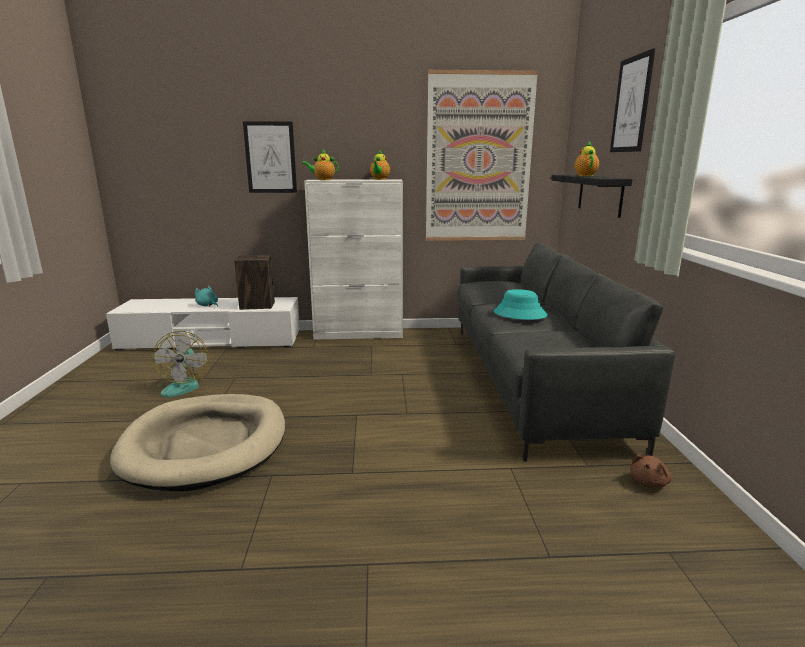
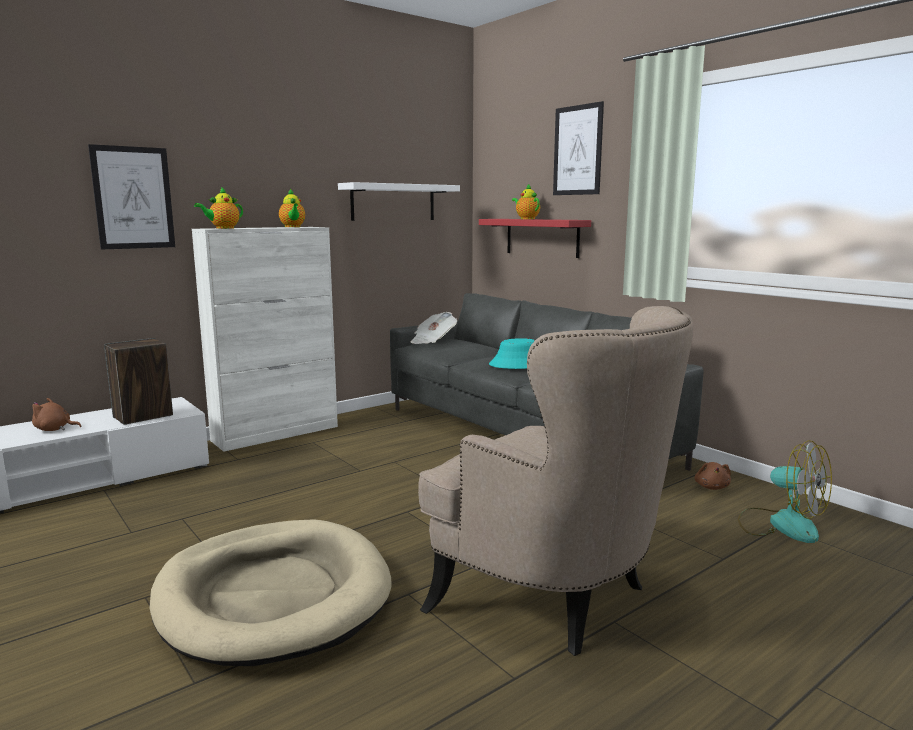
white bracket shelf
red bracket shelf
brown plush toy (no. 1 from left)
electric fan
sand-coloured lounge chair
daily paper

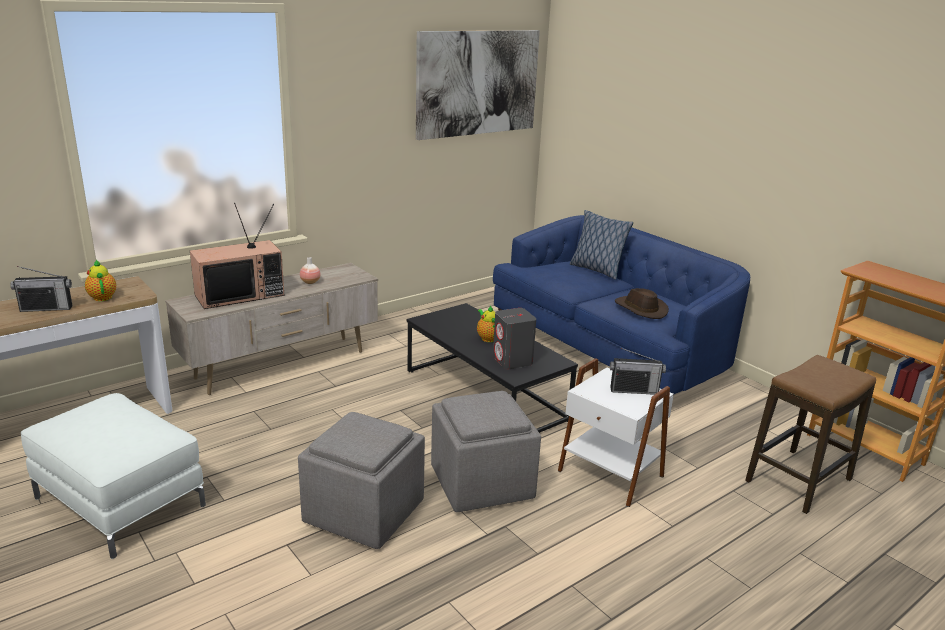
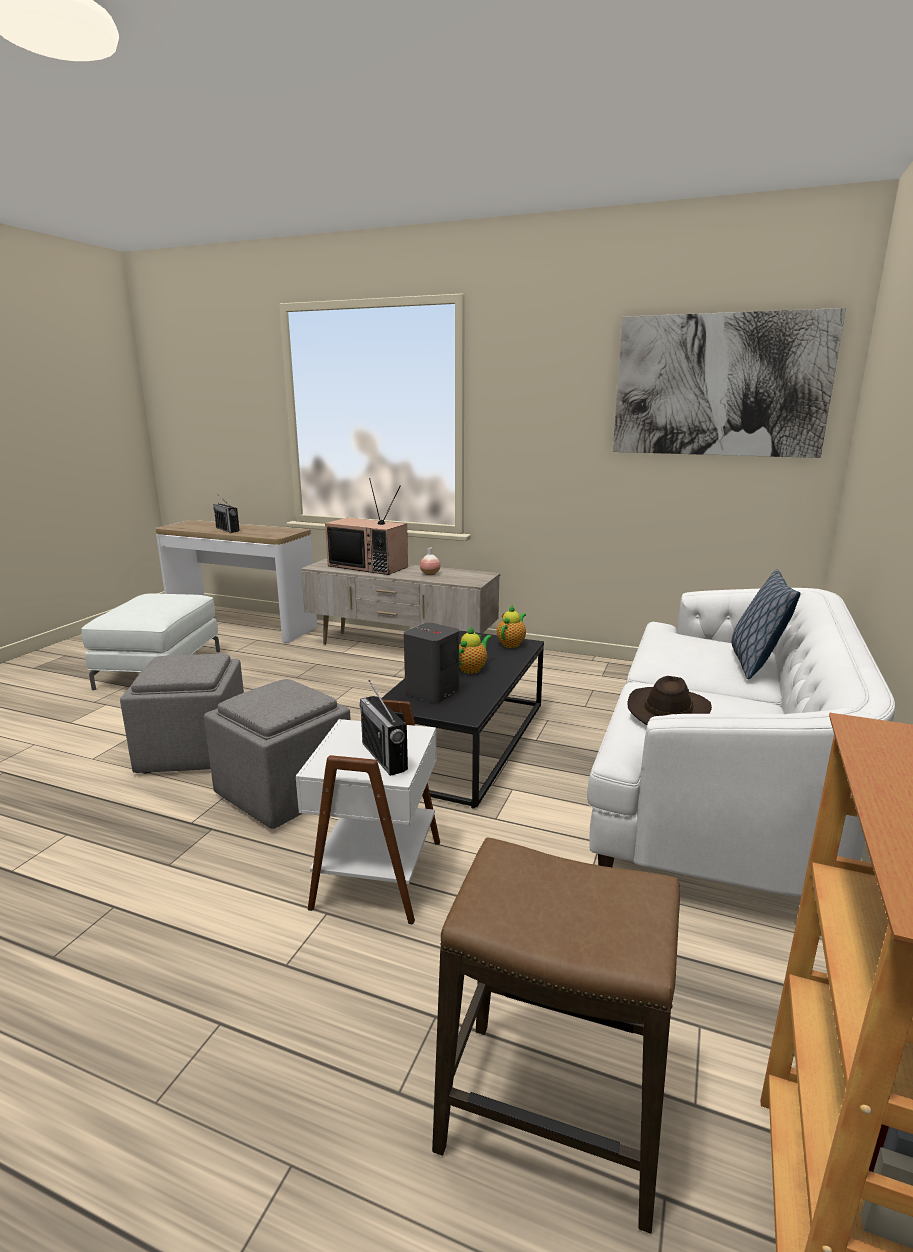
white settee
teapot (no. 2 from left)

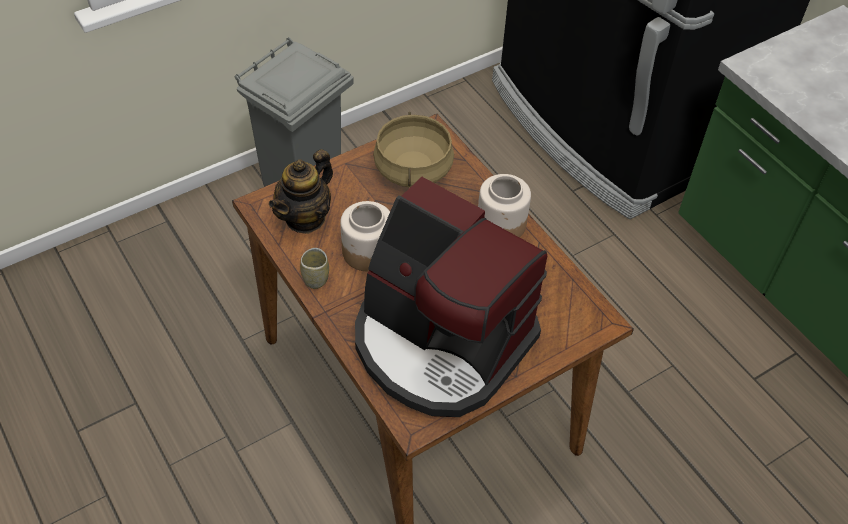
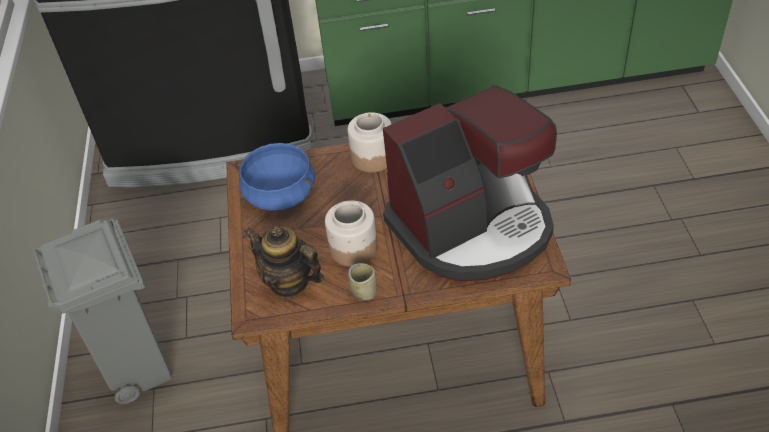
blue-coloured stockpot
teapot

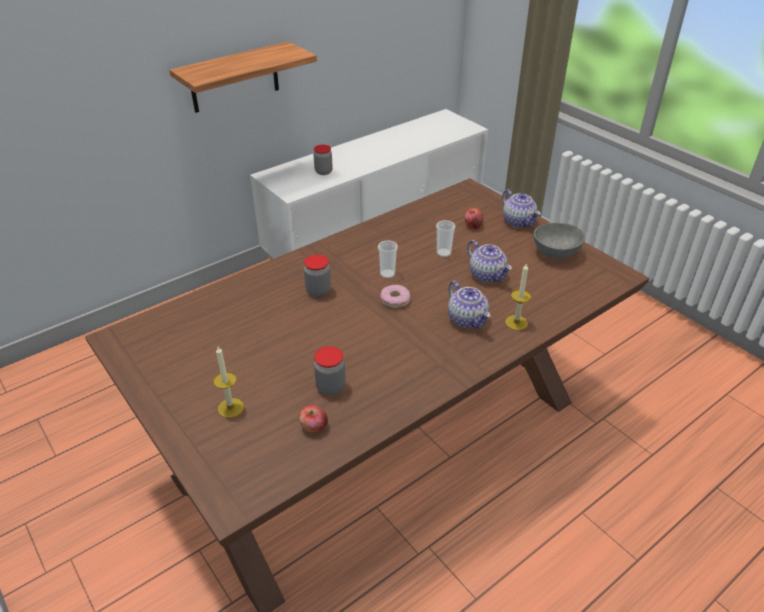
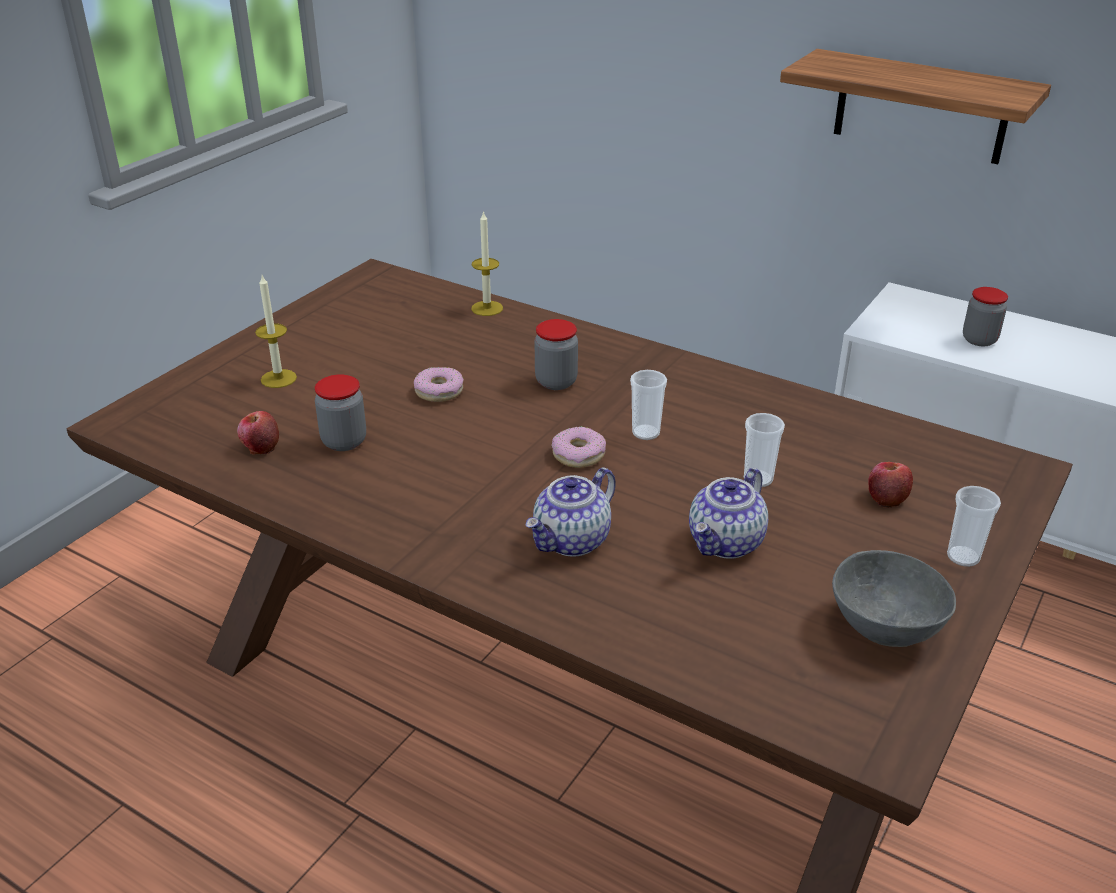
small cup (no. 3 from left)
wax light (no. 2 from left)
ring doughnut (no. 1 from left)

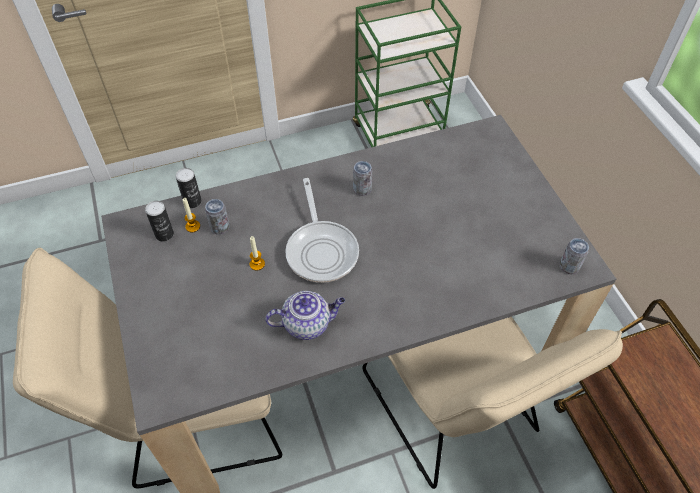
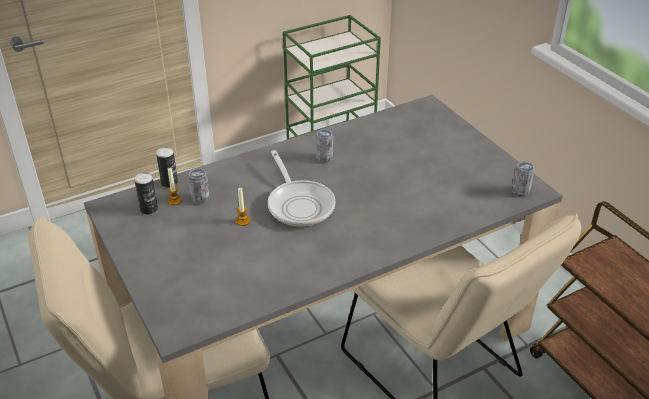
teapot

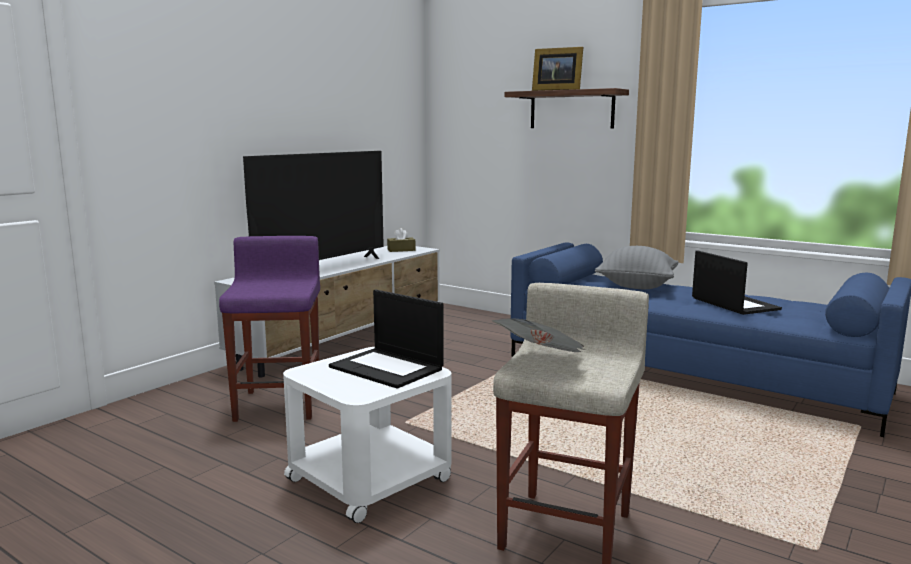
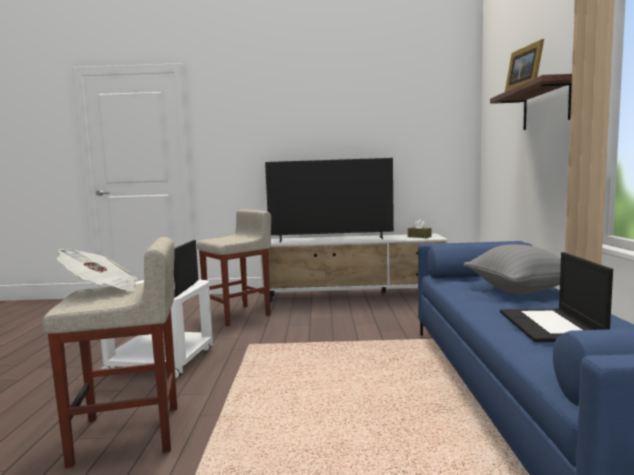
sand-coloured stool seat (no. 2 from left)
notebook computer (no. 2 from left)

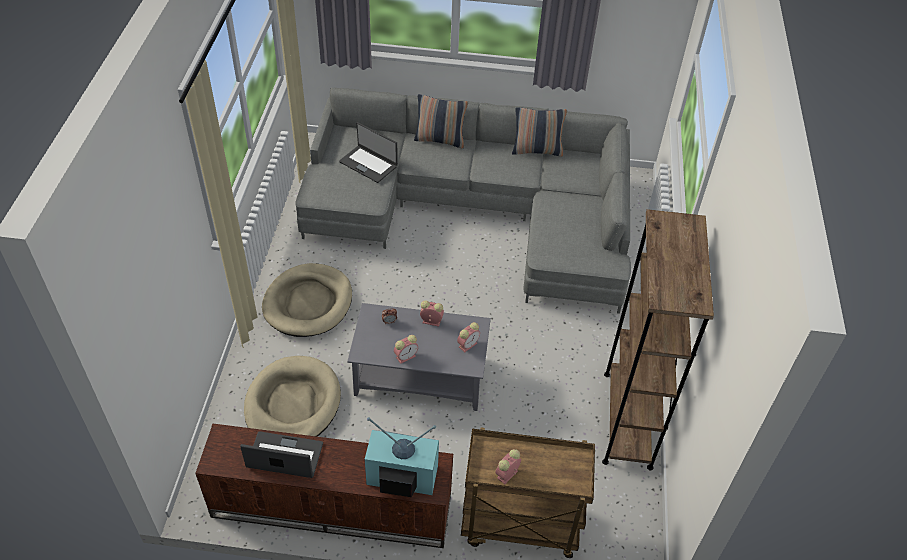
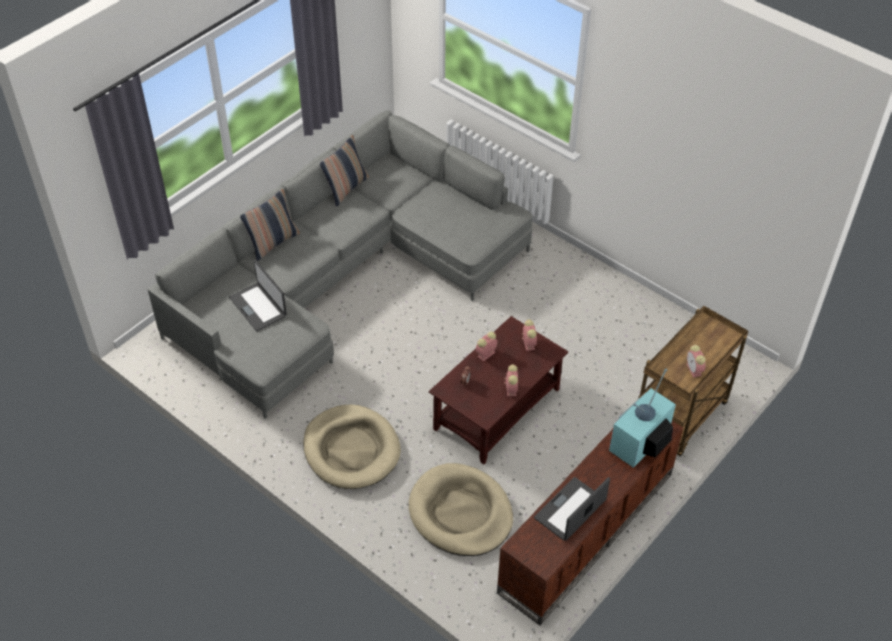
notebook computer (no. 1 from left)
brown bookshelf
brown coffee table

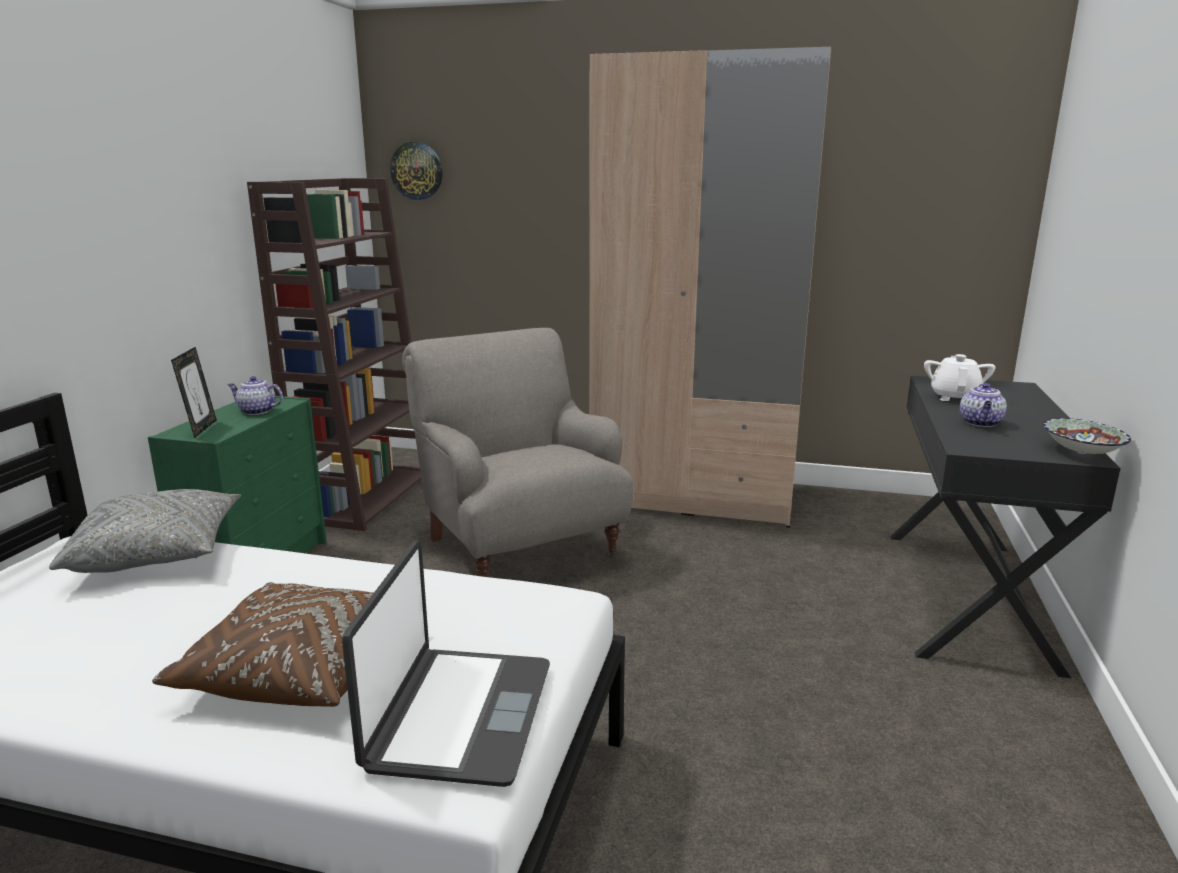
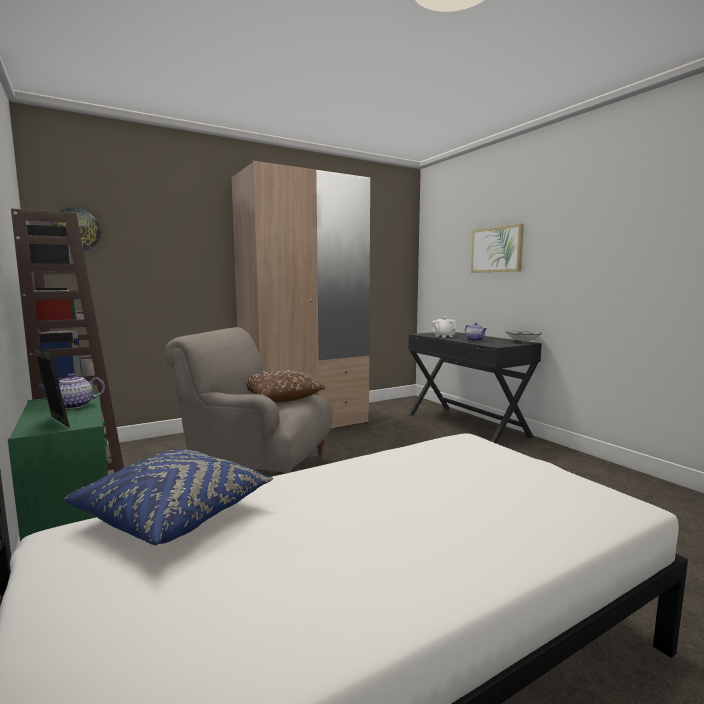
blue-coloured throw pillow
notebook computer
brown throw pillow
wall picture

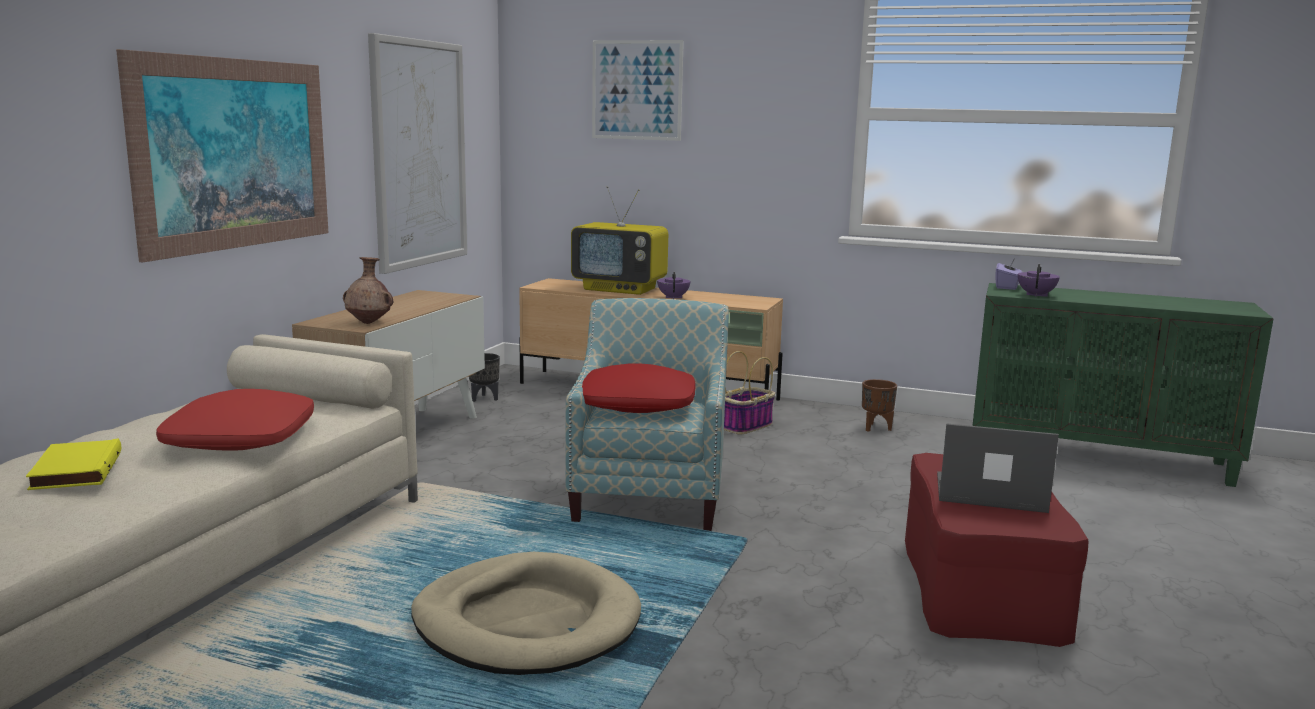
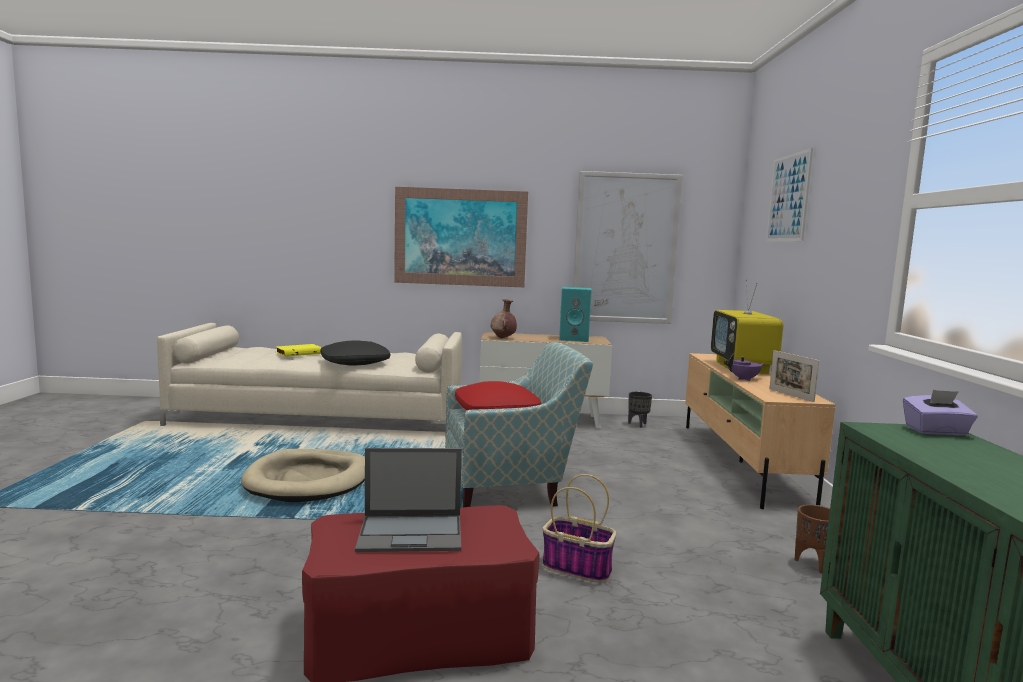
purple teapot (no. 2 from left in the first image)
household basket
black-coloured throw pillow
notebook computer
turquoise-coloured loudspeaker
standing frame

